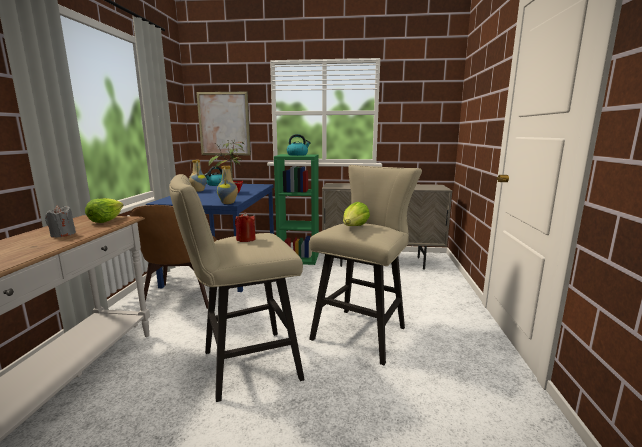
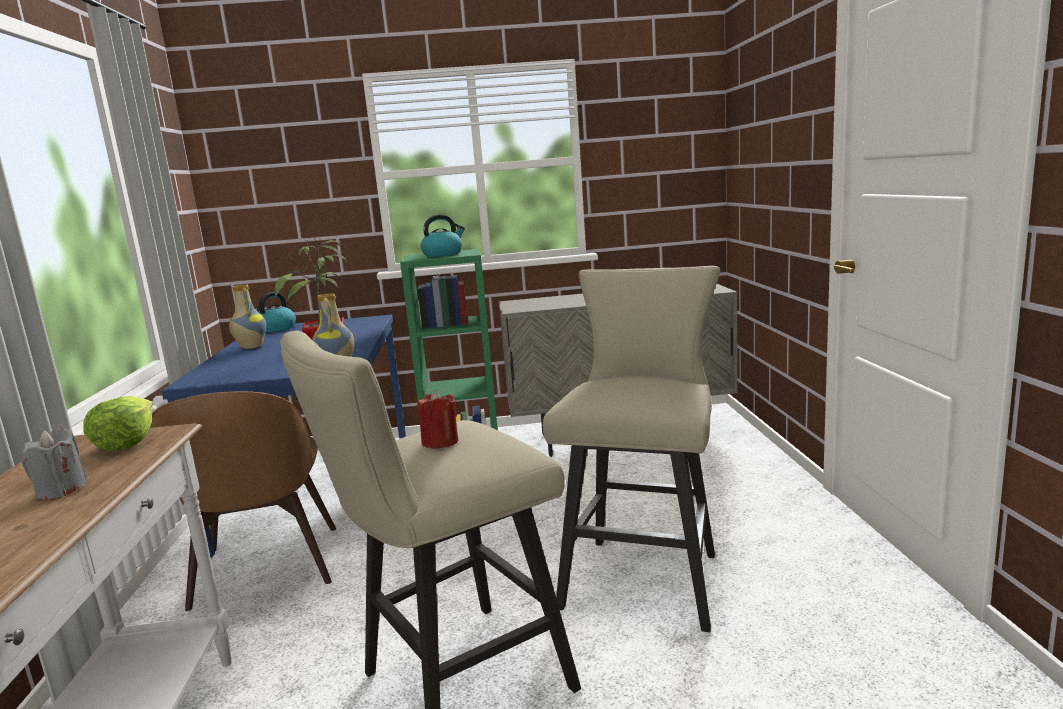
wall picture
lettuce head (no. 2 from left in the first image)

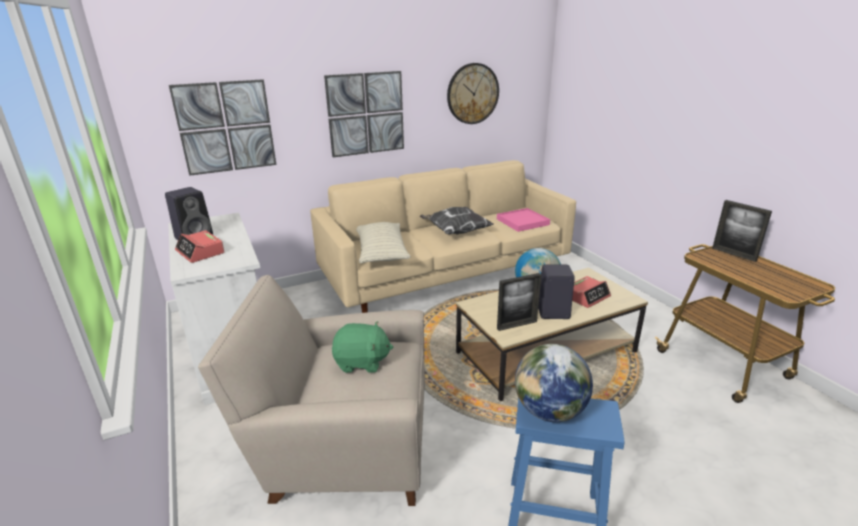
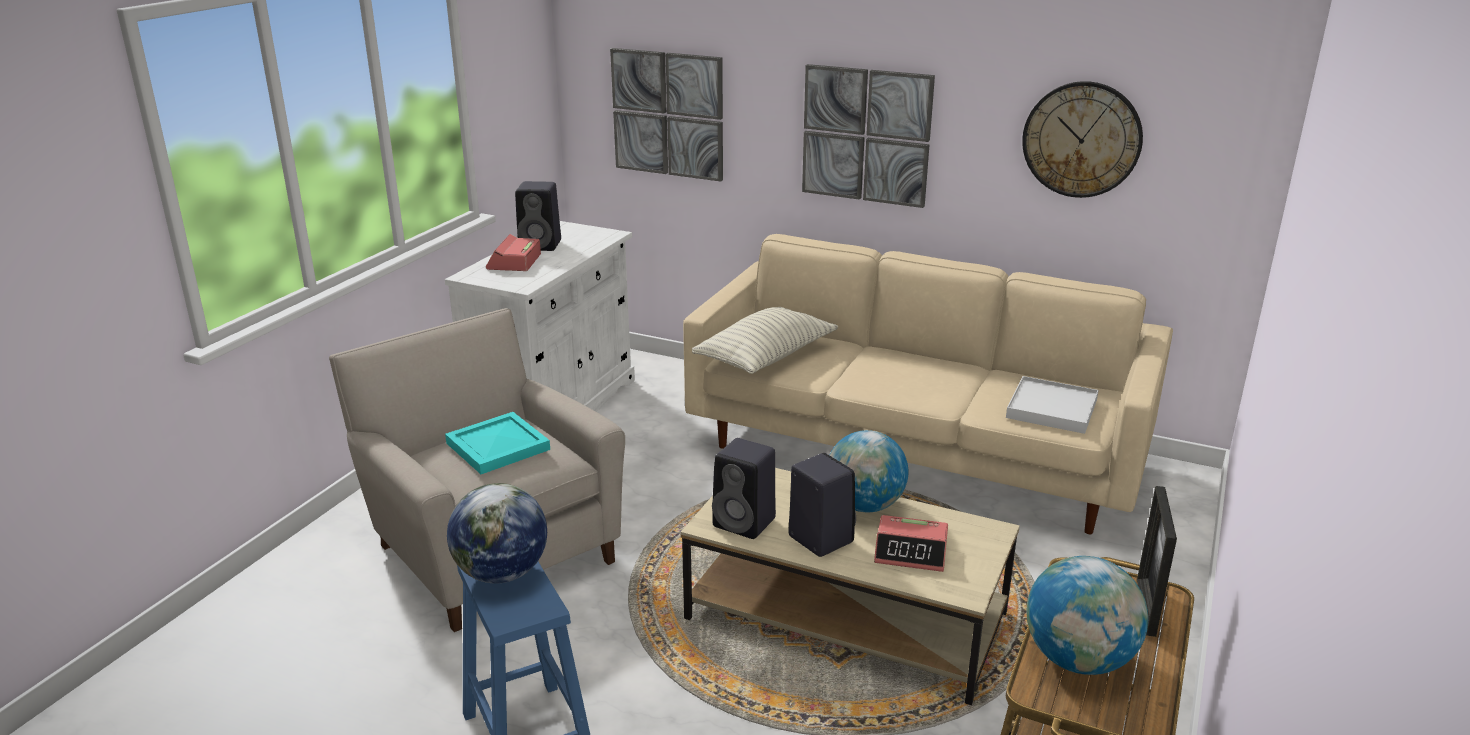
throw pillow (no. 2 from left in the first image)
white carrying tray
black-coloured loudspeaker (no. 2 from left)
turquoise-coloured carrying tray
globe (no. 3 from left)

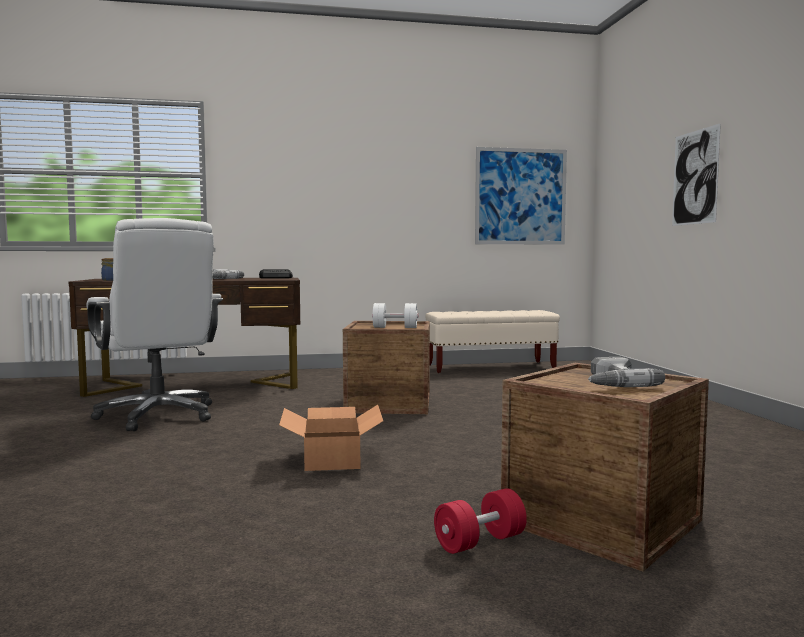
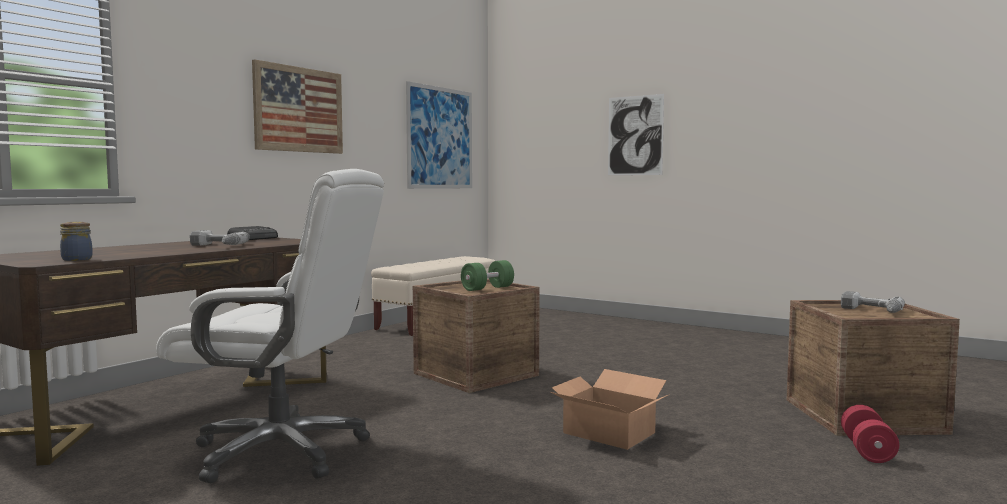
greenish free weight
wall picture (no. 1 from left)

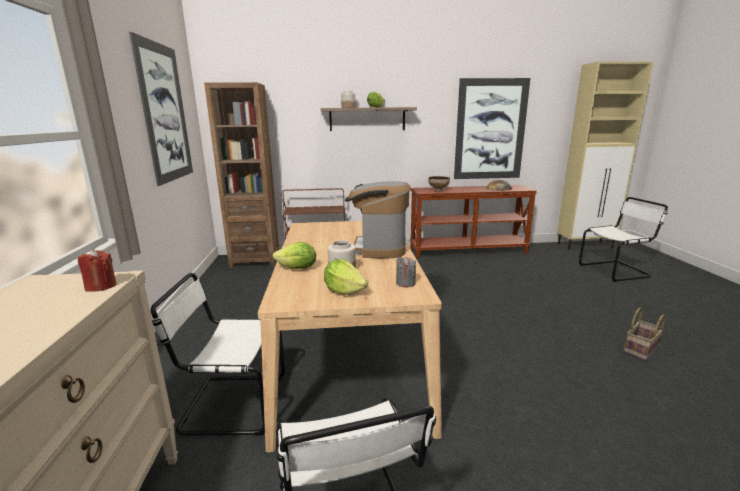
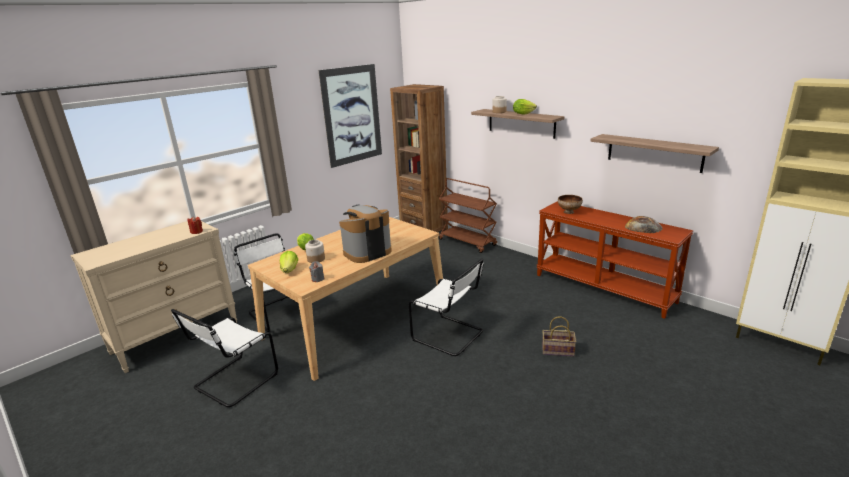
bracket shelf (no. 2 from left)
white upright chair (no. 3 from left)
household basket

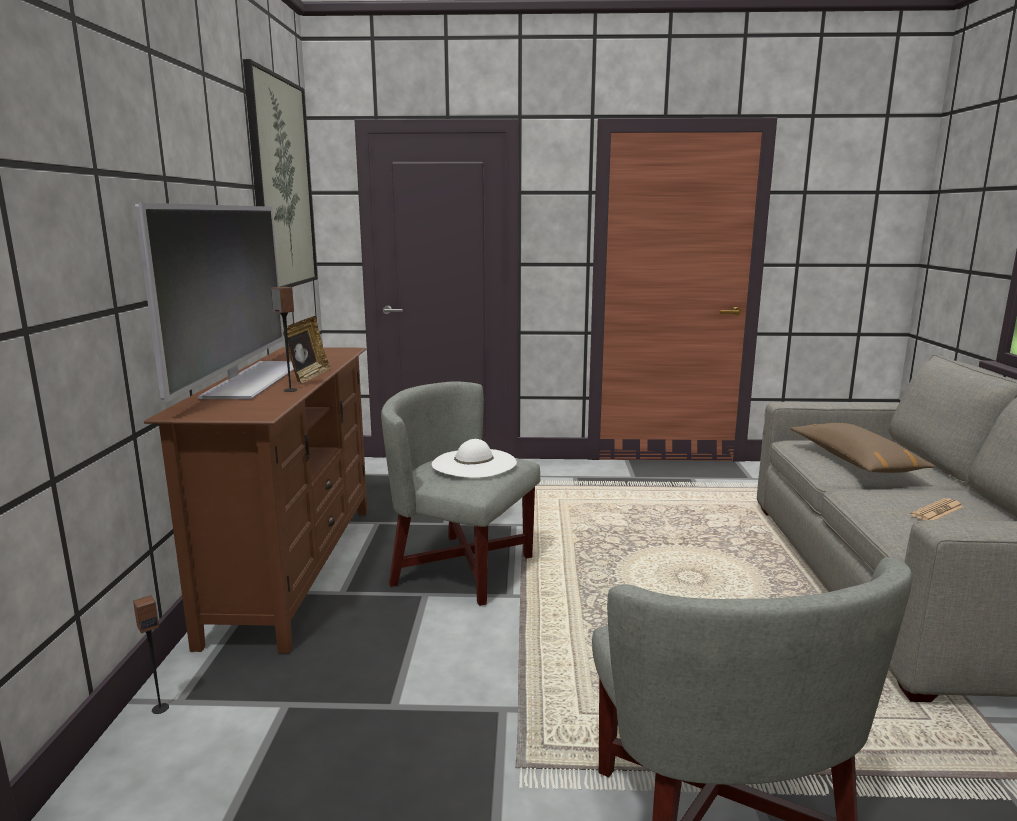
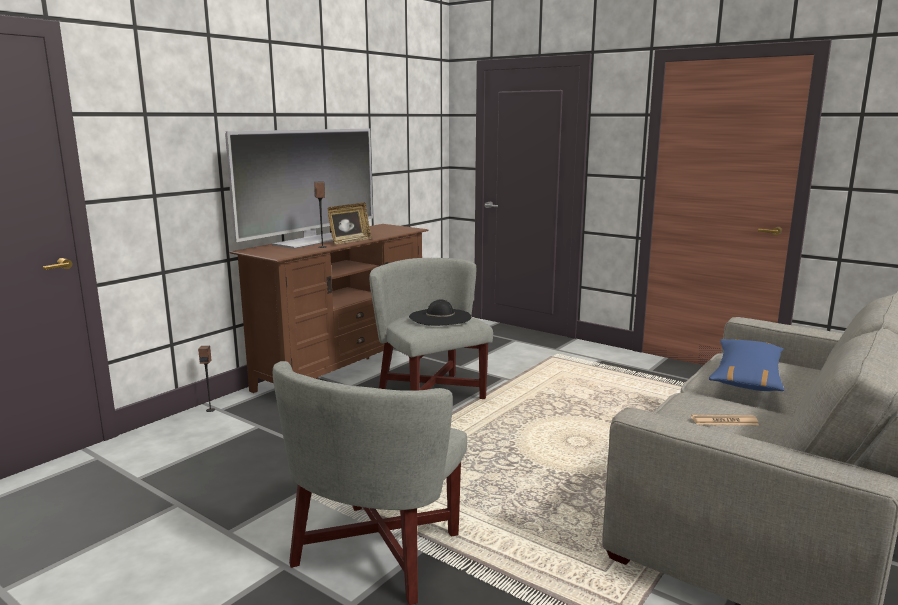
wall picture
blue-coloured throw pillow
black-coloured hat

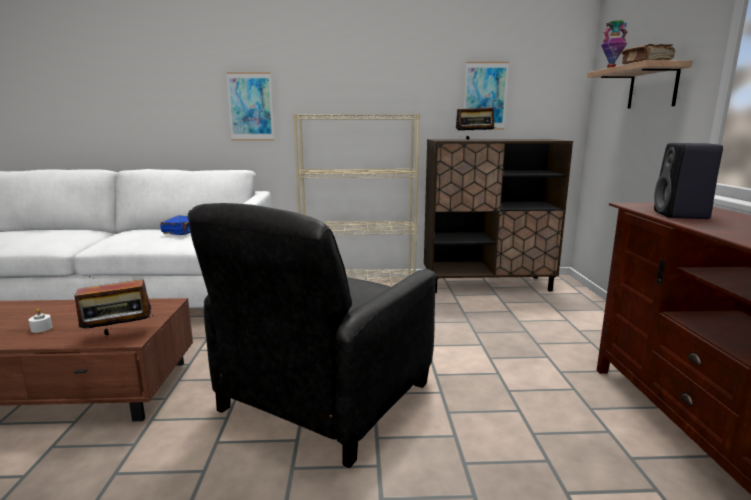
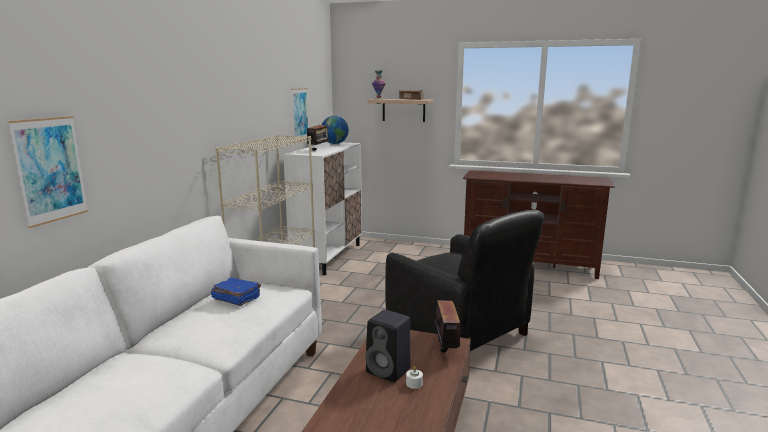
wall picture (no. 1 from left)
white cabinet
black-coloured loudspeaker
globe

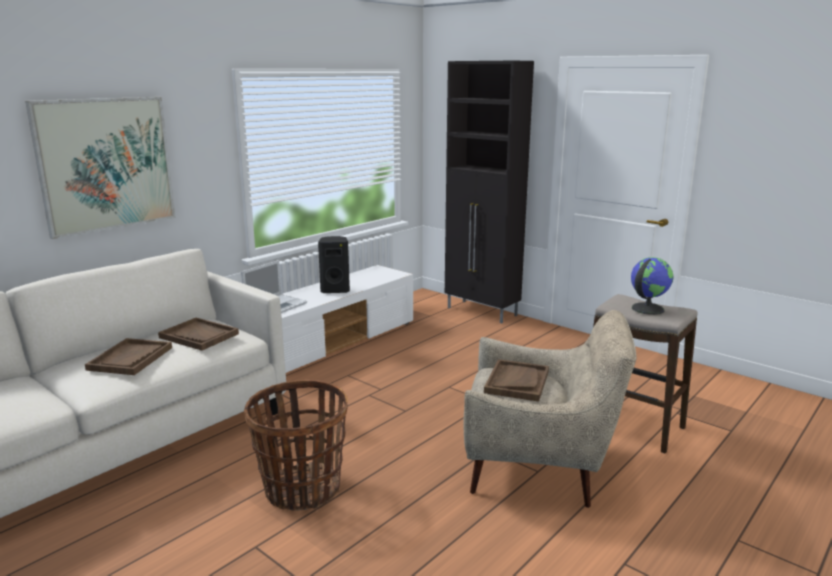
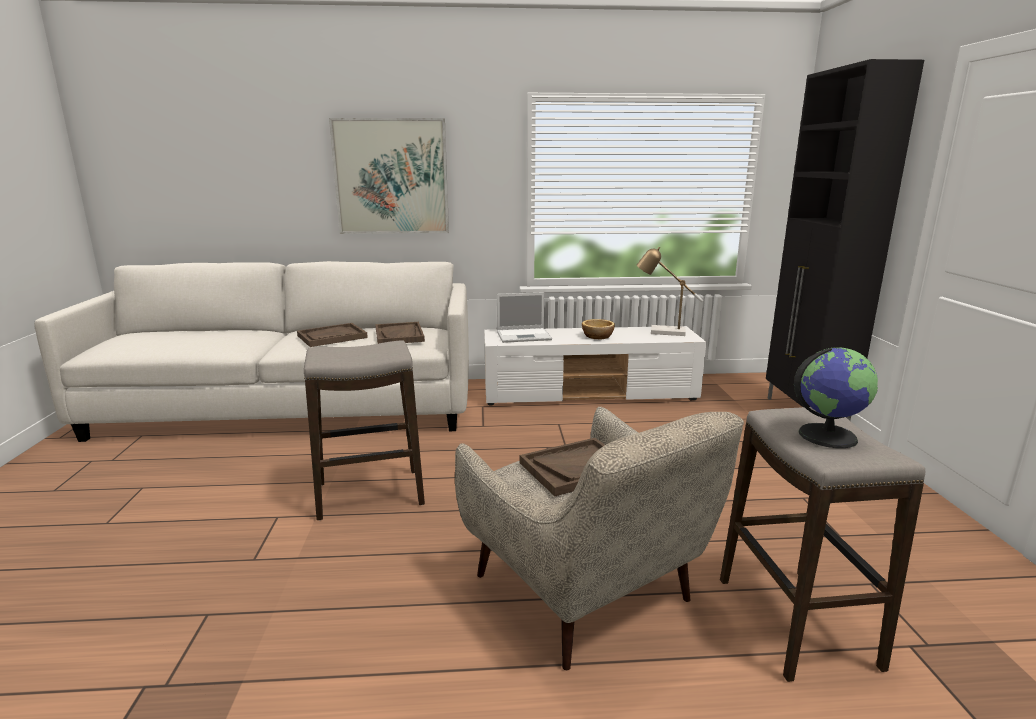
deep dish
stool seat (no. 1 from left)
lamp for a table

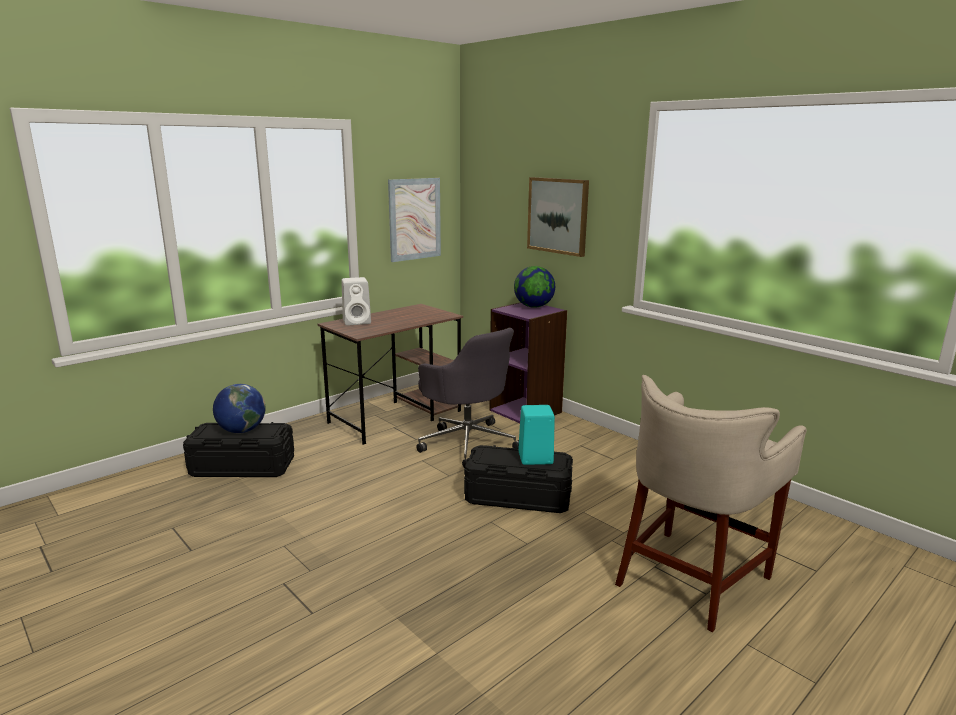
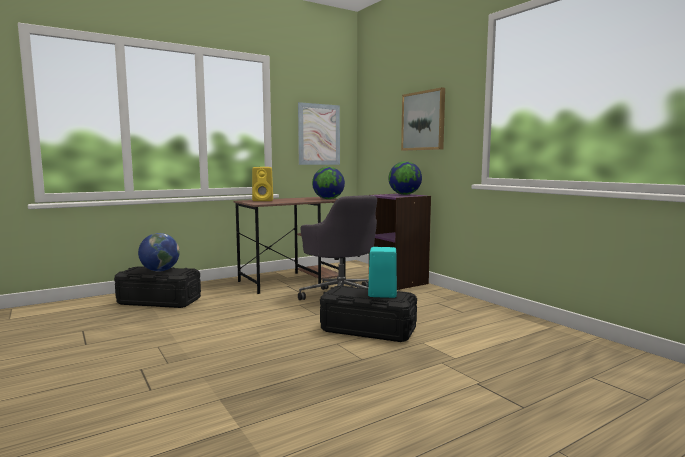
yellow-coloured loudspeaker
sand-coloured stool seat
globe (no. 2 from left)

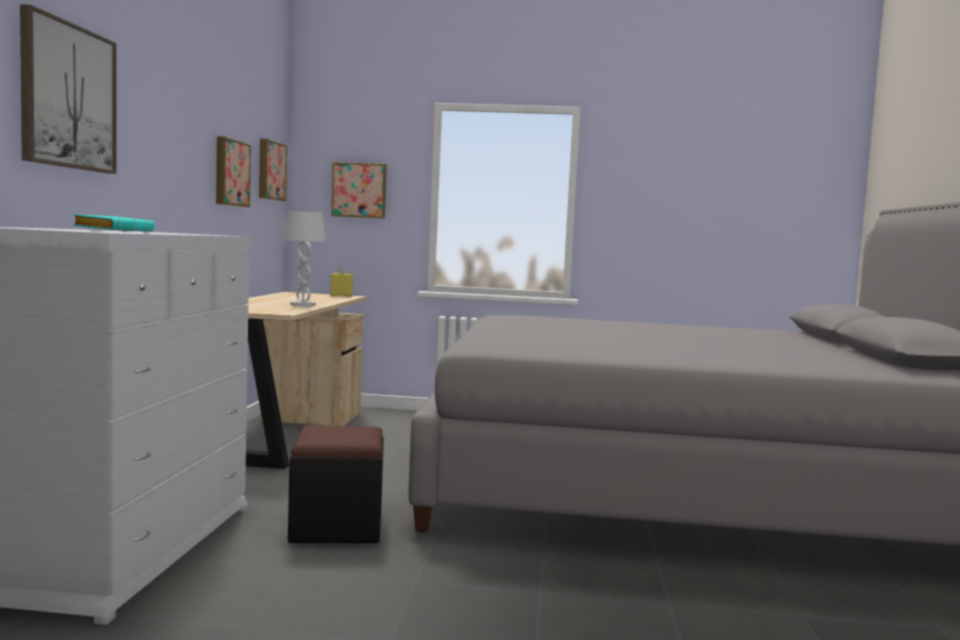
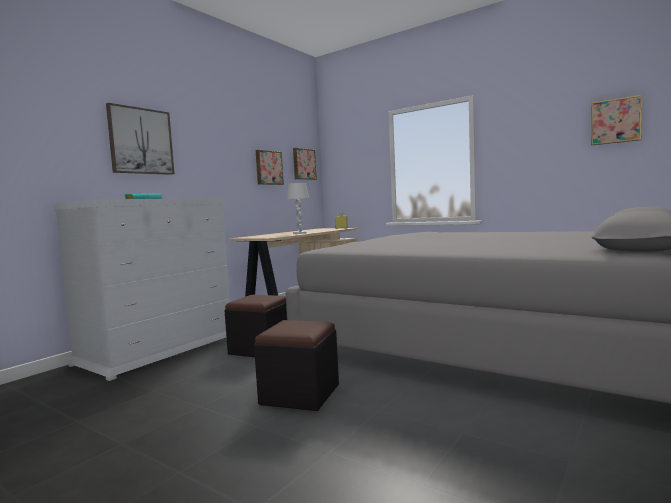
wall picture (no. 4 from left)
black-coloured footrest (no. 2 from left)

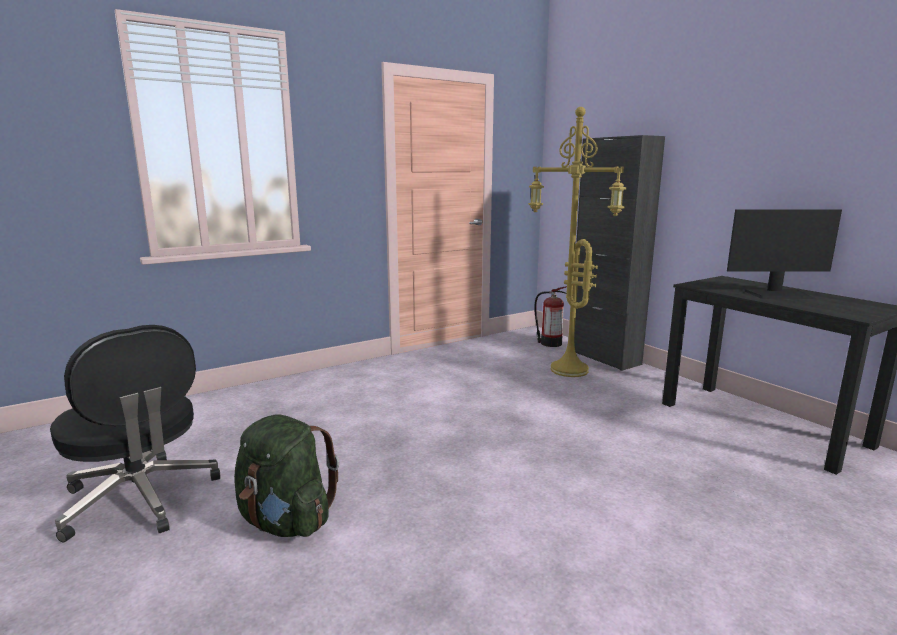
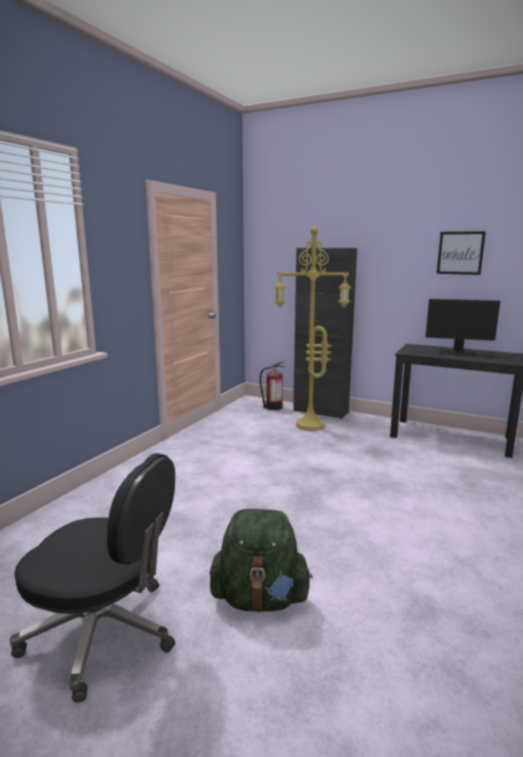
computer screen
wall picture

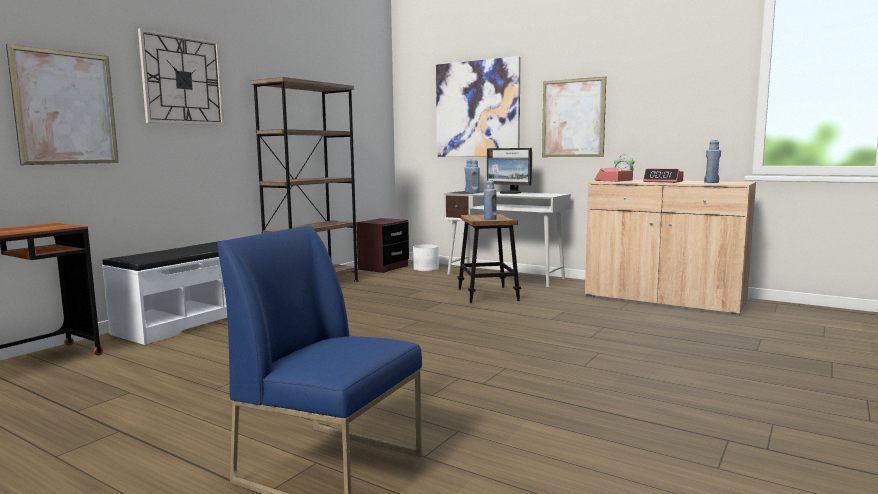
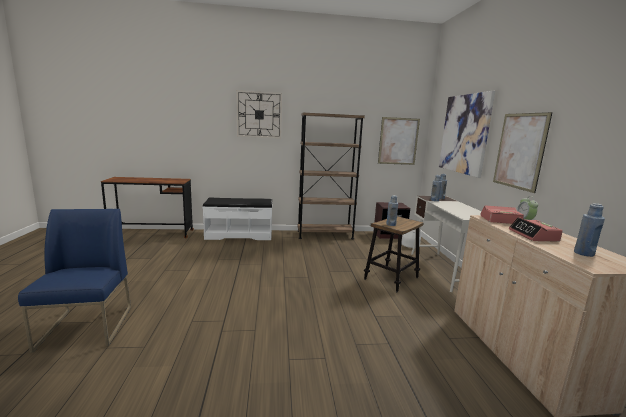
wall picture (no. 1 from left)
computer screen

